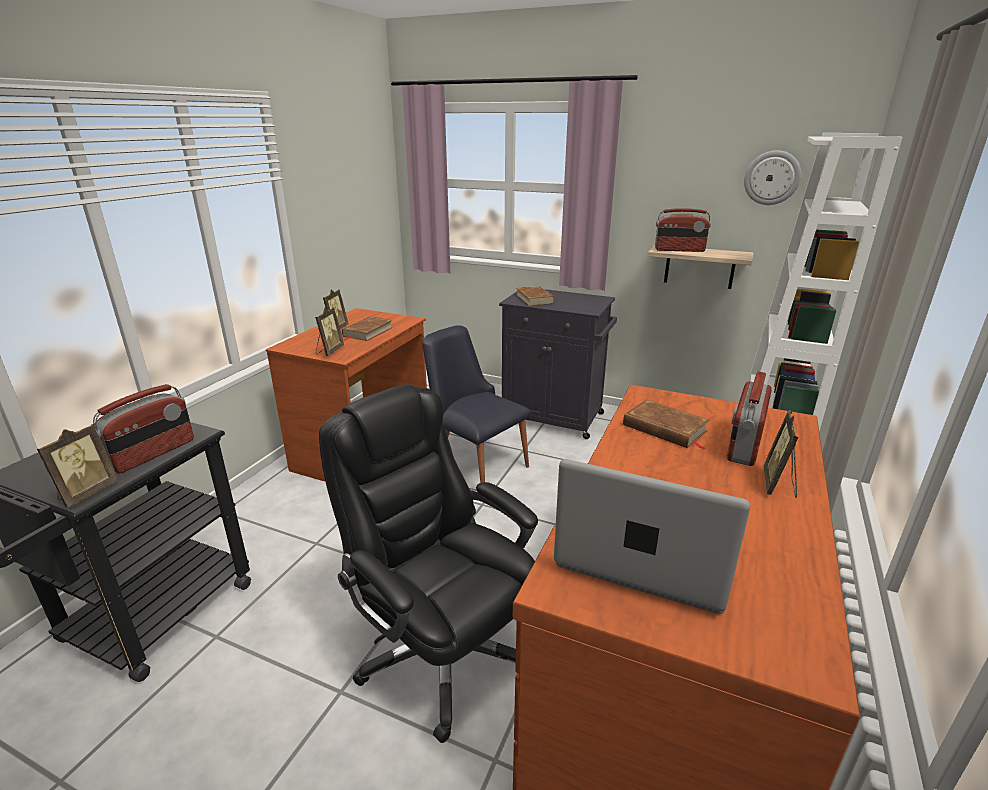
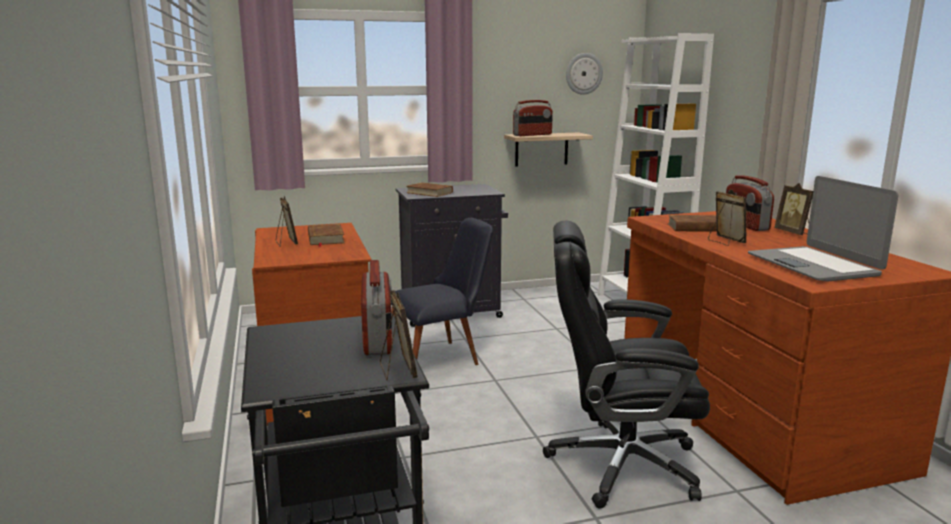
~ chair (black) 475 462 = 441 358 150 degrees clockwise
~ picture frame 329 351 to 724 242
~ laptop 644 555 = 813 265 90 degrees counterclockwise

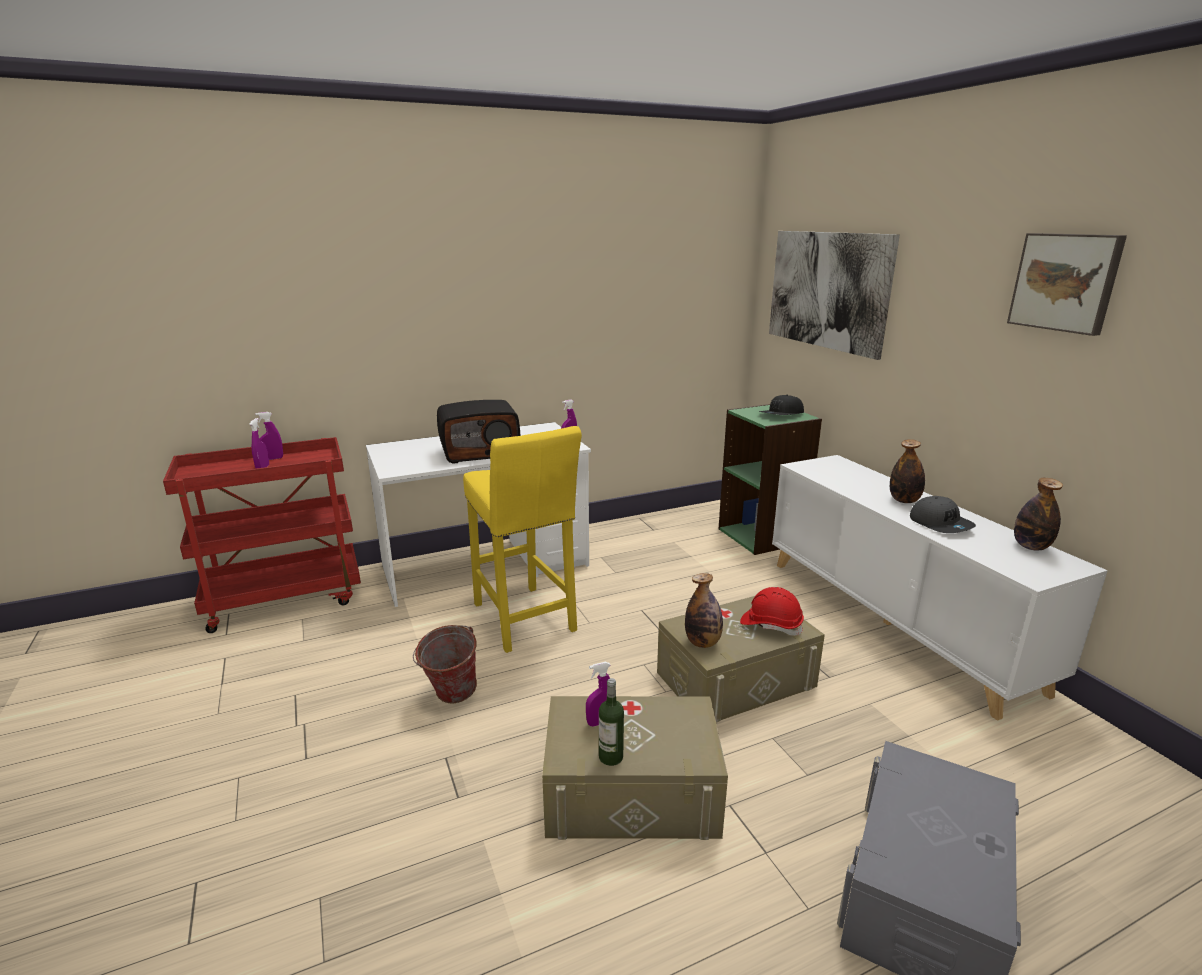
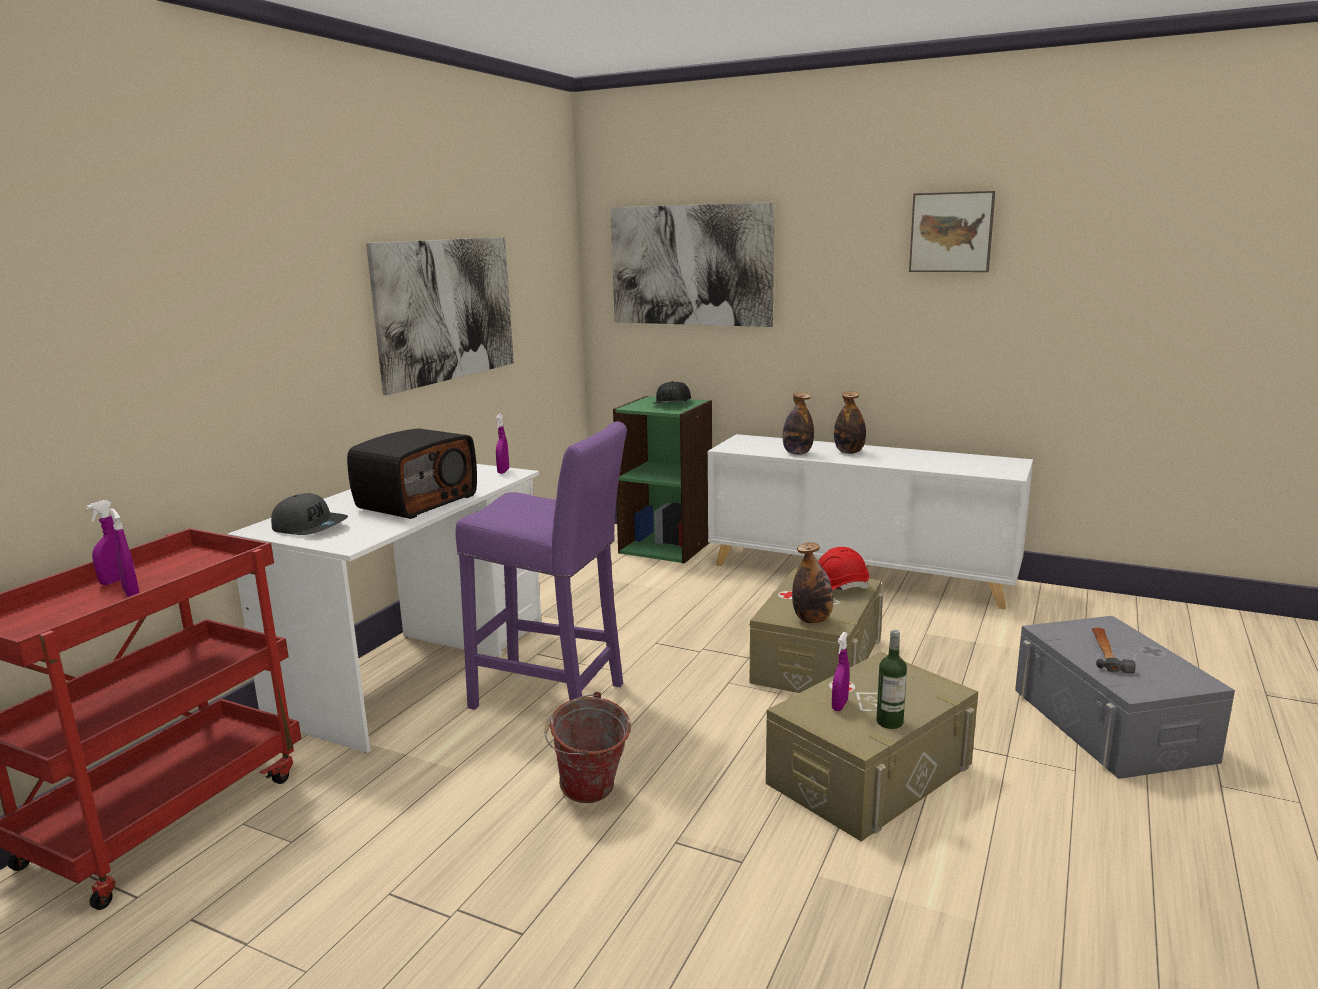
~ cap (grey) 940 524 to 310 527
+ picture 446 310
~ stool (yellow) 525 621 to stool (purple) 554 699
~ bottle 1031 546 to 797 453
+ hammer 1107 653

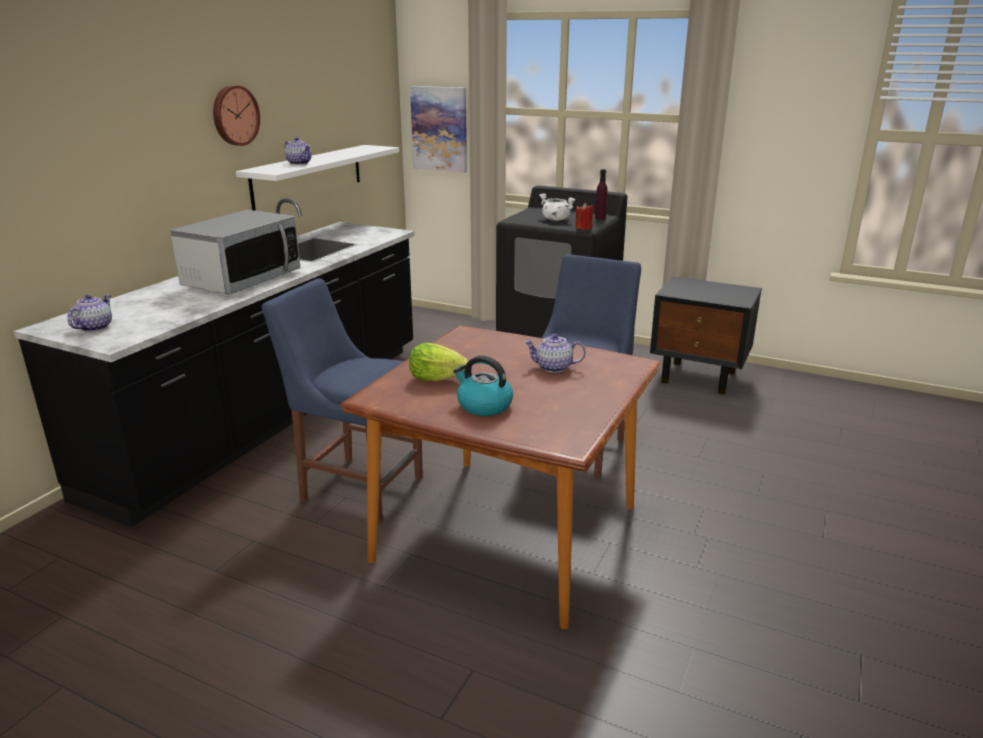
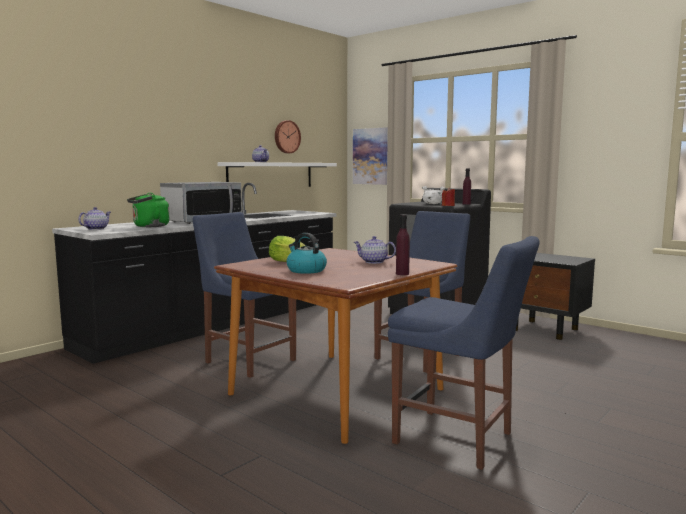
+ kettle (green) 149 226
~ wall clock 234 115 to 286 137
+ chair (blue) 458 439
+ bottle (purple) 402 274

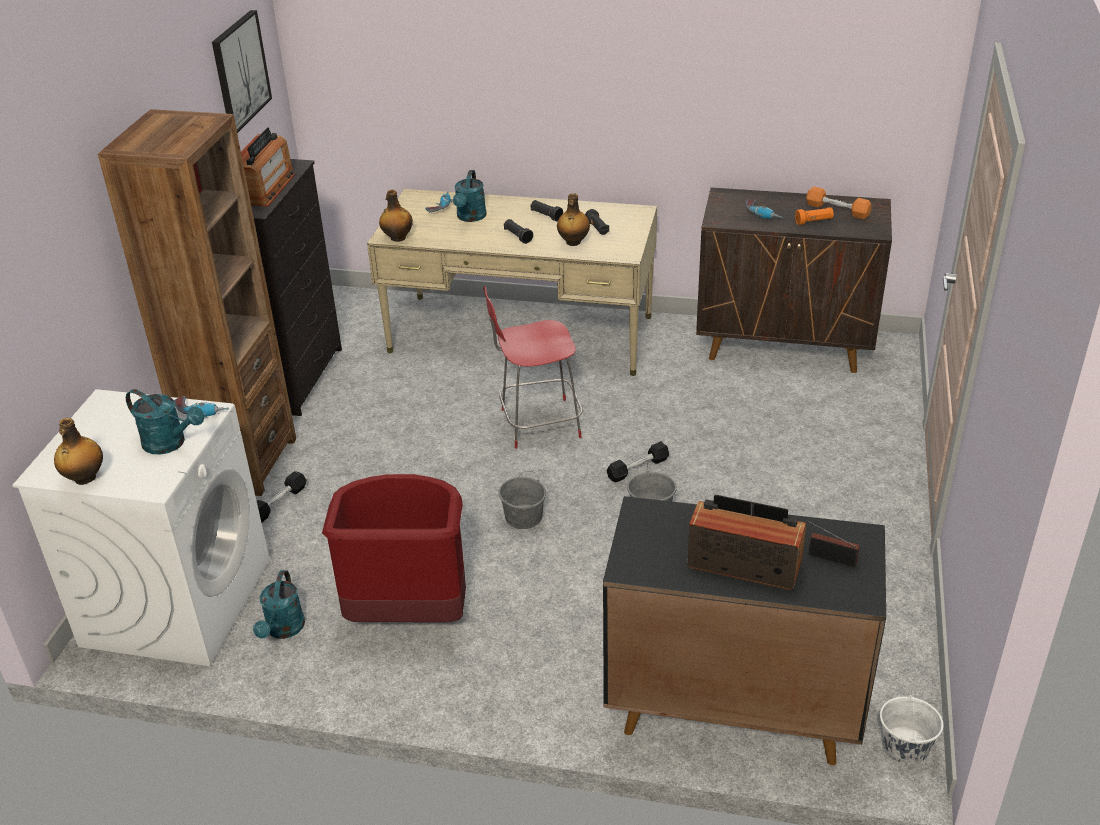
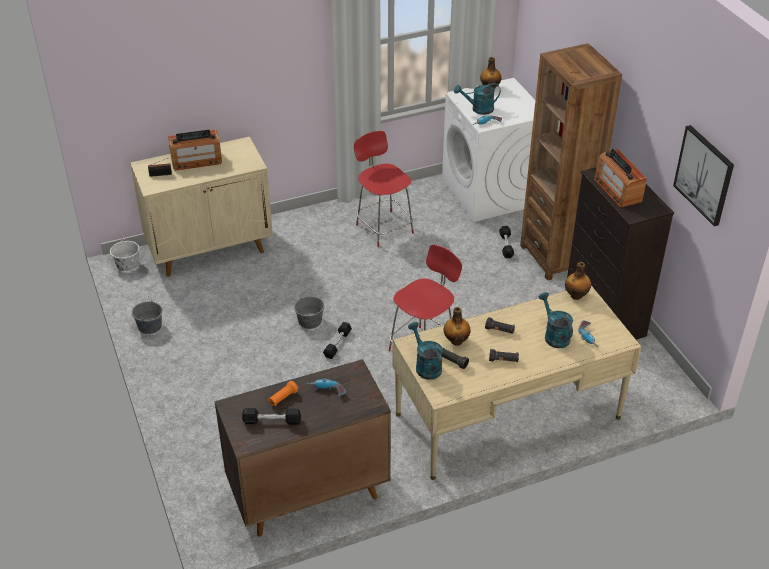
~ cabinet (black) 730 708 to cabinet (beige) 210 249
~ bucket (grey) 524 517 to 149 326
~ dumbbell (orange) 837 210 to dumbbell (black) 272 421
~ trash can (red) 408 614 to chair (red) 383 227
~ watering can (turquoise) 283 630 to 425 366

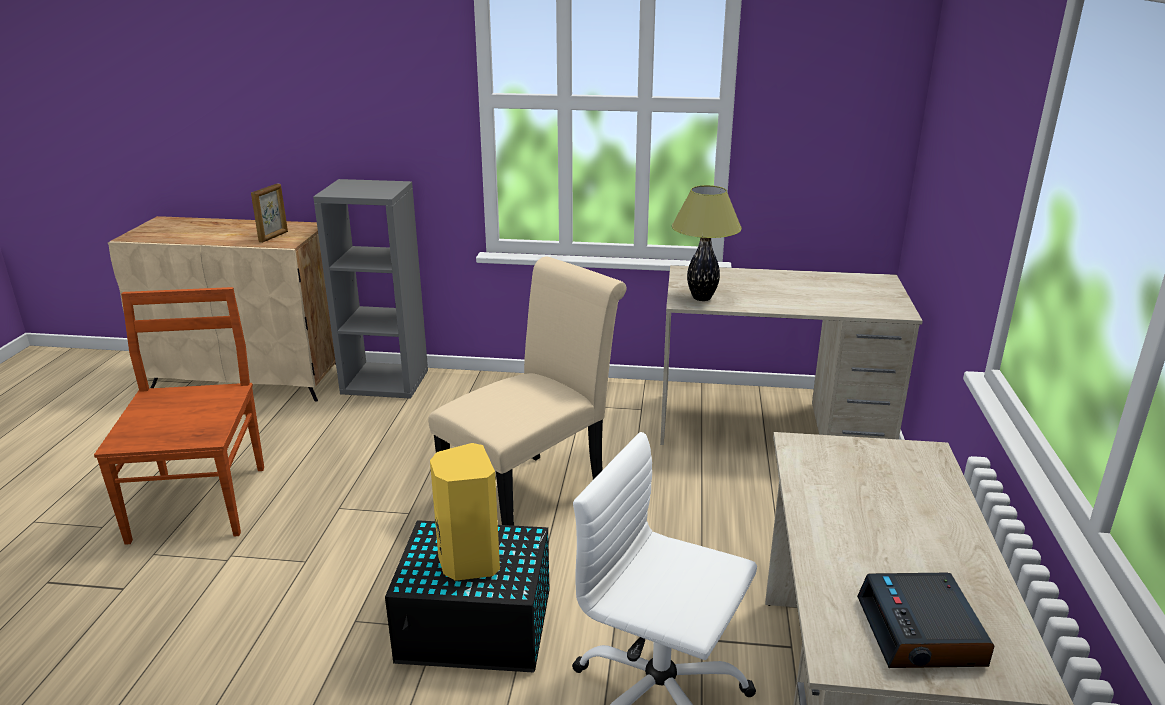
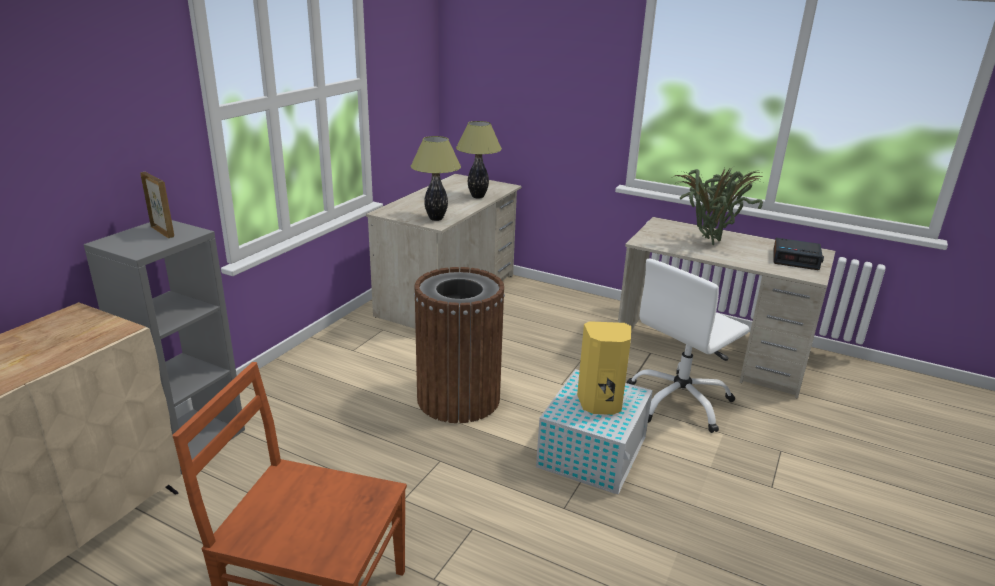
~ picture frame 274 237 to 162 231
~ chair (beige) 532 495 to trash can (brown) 458 398
+ table lamp 478 196
~ storage box (black) 477 626 to storage box (white) 593 451
+ potted plant 707 243

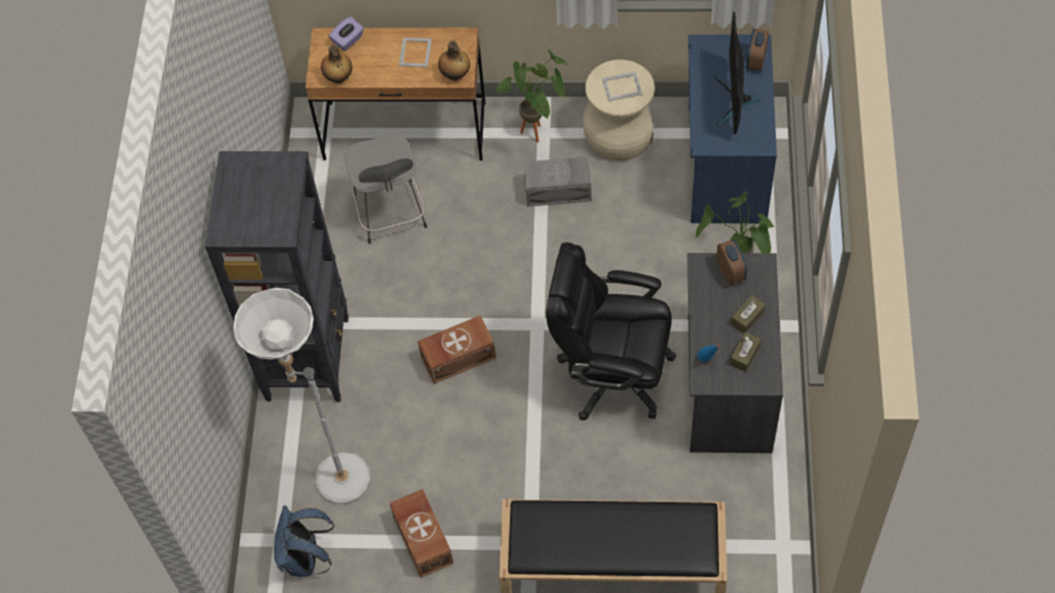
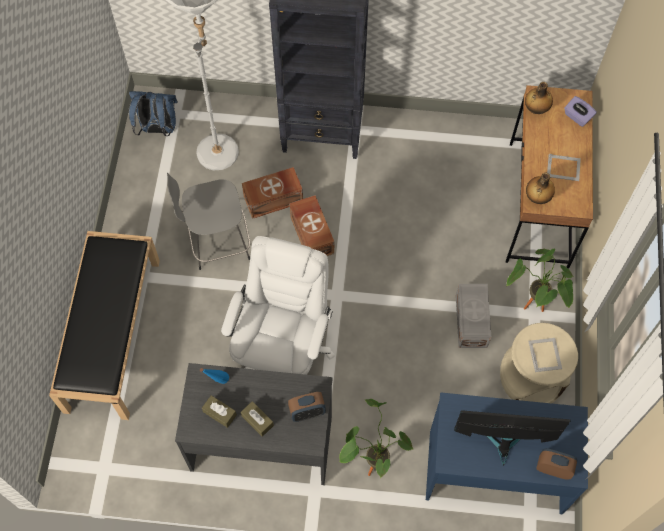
~ stool (grey) 391 214 to 217 242
~ office chair (black) 612 373 to office chair (white) 283 349
~ storage box (brown) 423 538 to 274 200

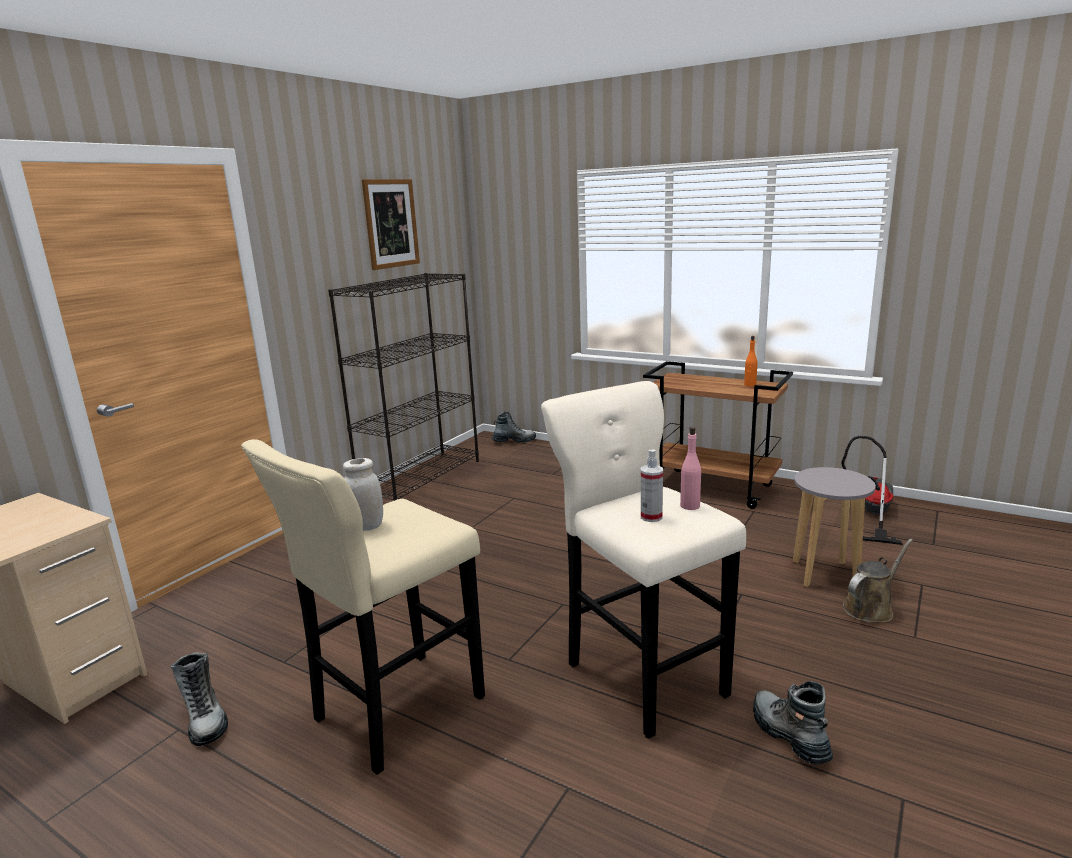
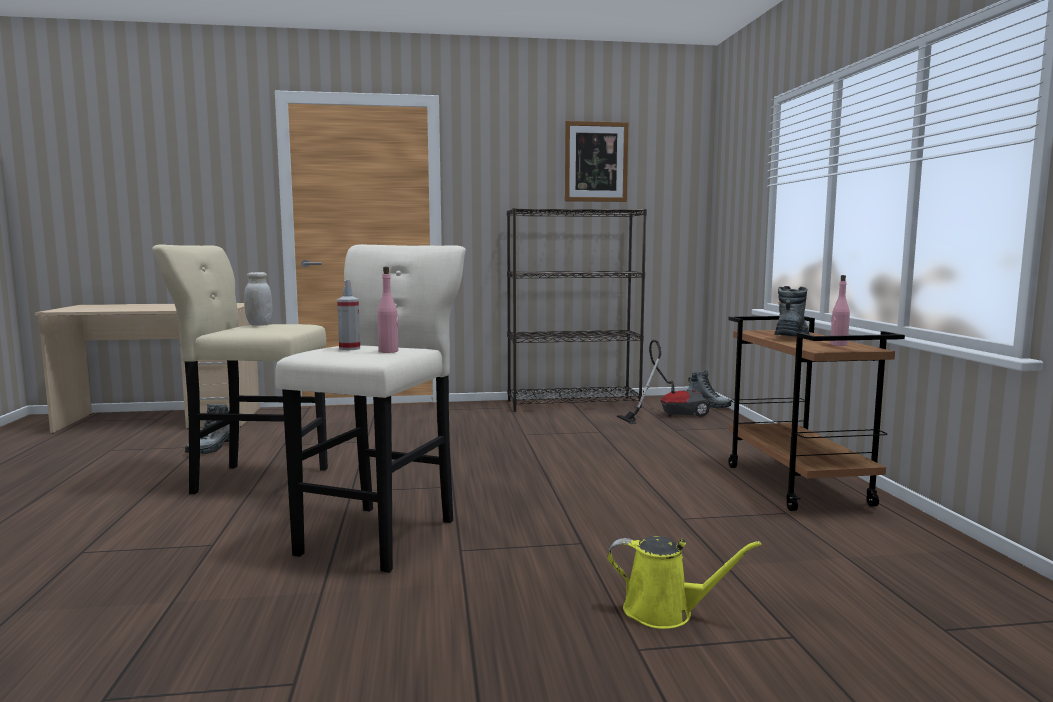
~ watering can (brown) 870 608 to watering can (yellow) 665 612
~ vacuum cleaner 870 514 to 669 415
~ boot 788 735 to 791 337
~ bottle (orange) 750 385 to bottle (pink) 838 344
- stool (grey) 824 574

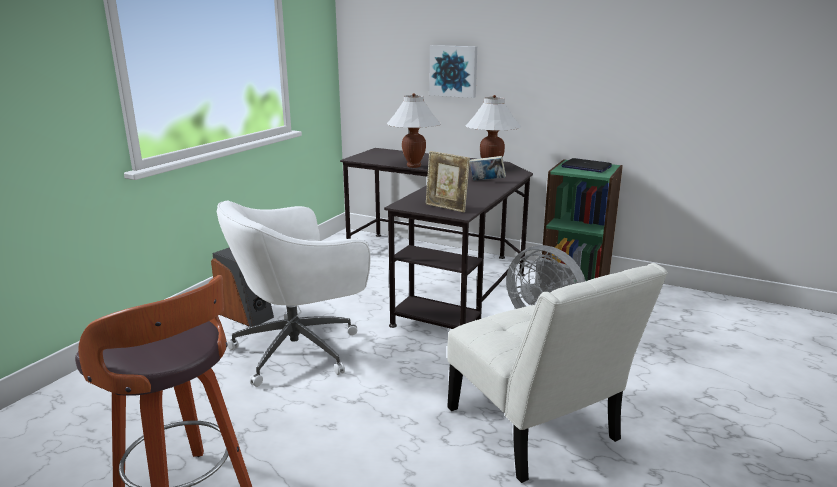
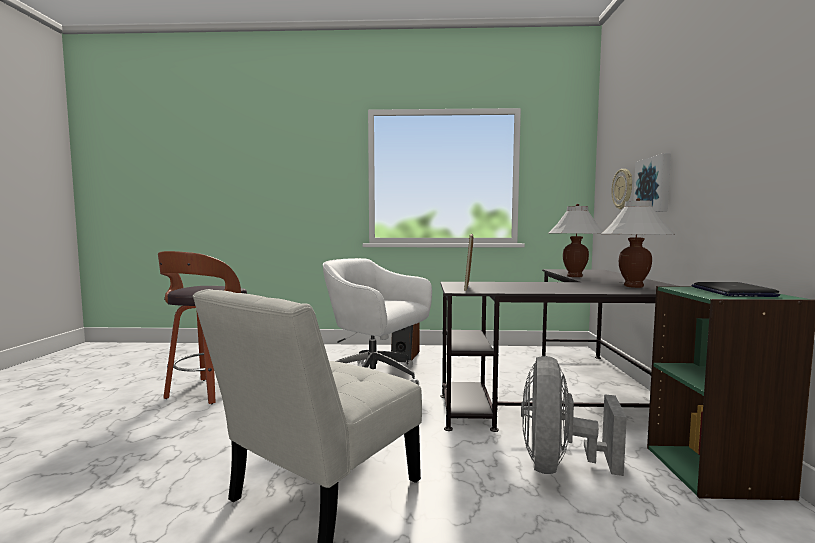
+ wall clock 623 189
- book 487 181

